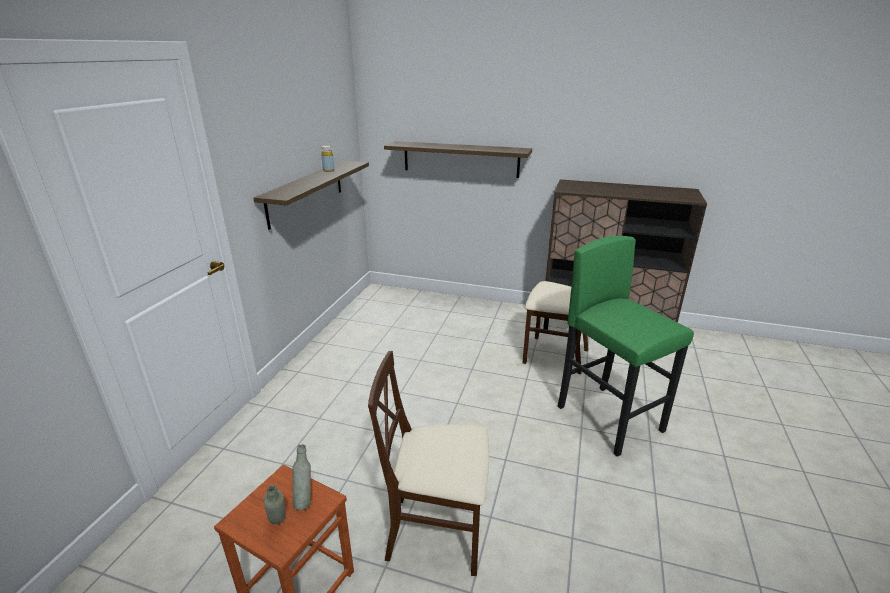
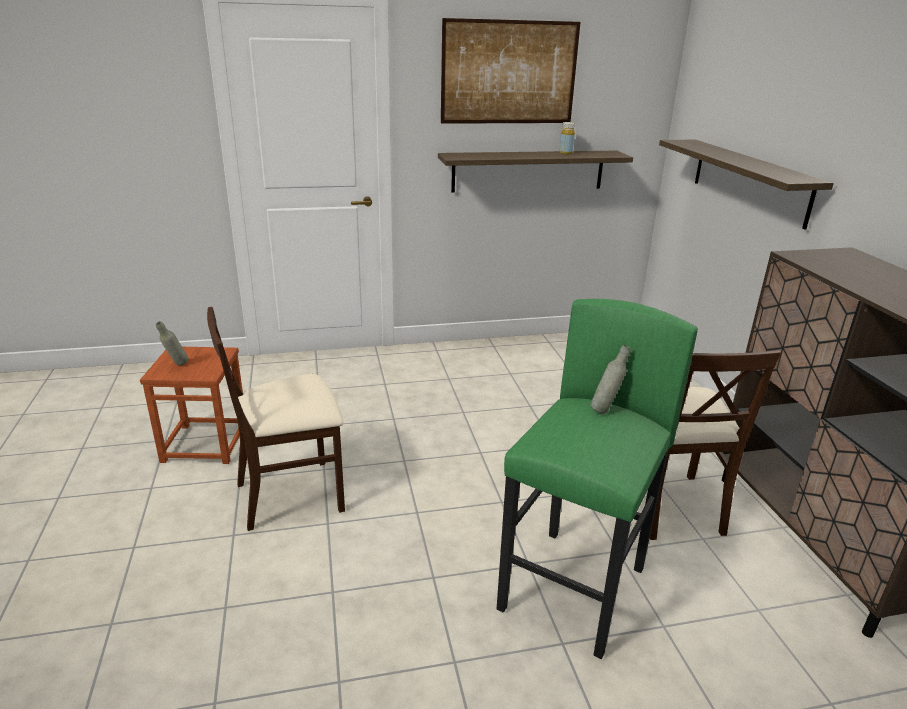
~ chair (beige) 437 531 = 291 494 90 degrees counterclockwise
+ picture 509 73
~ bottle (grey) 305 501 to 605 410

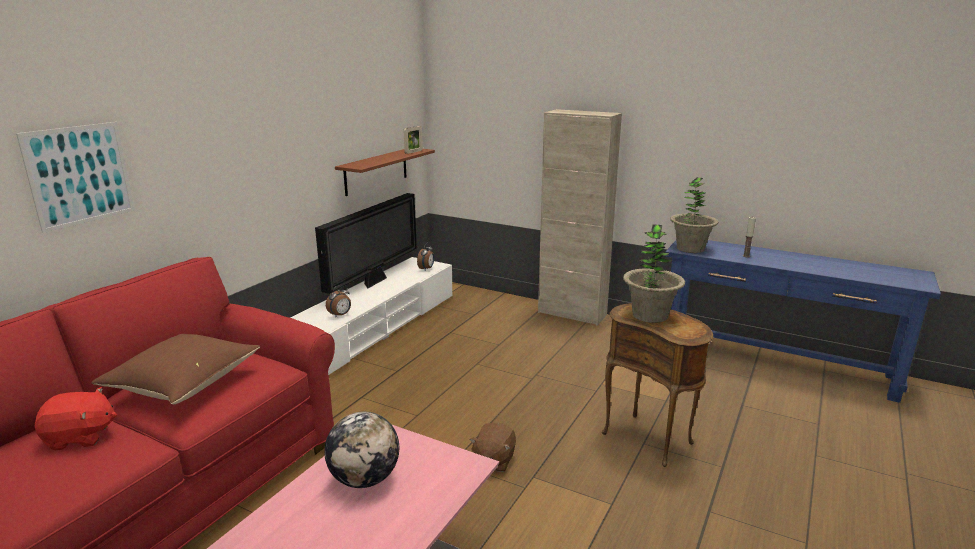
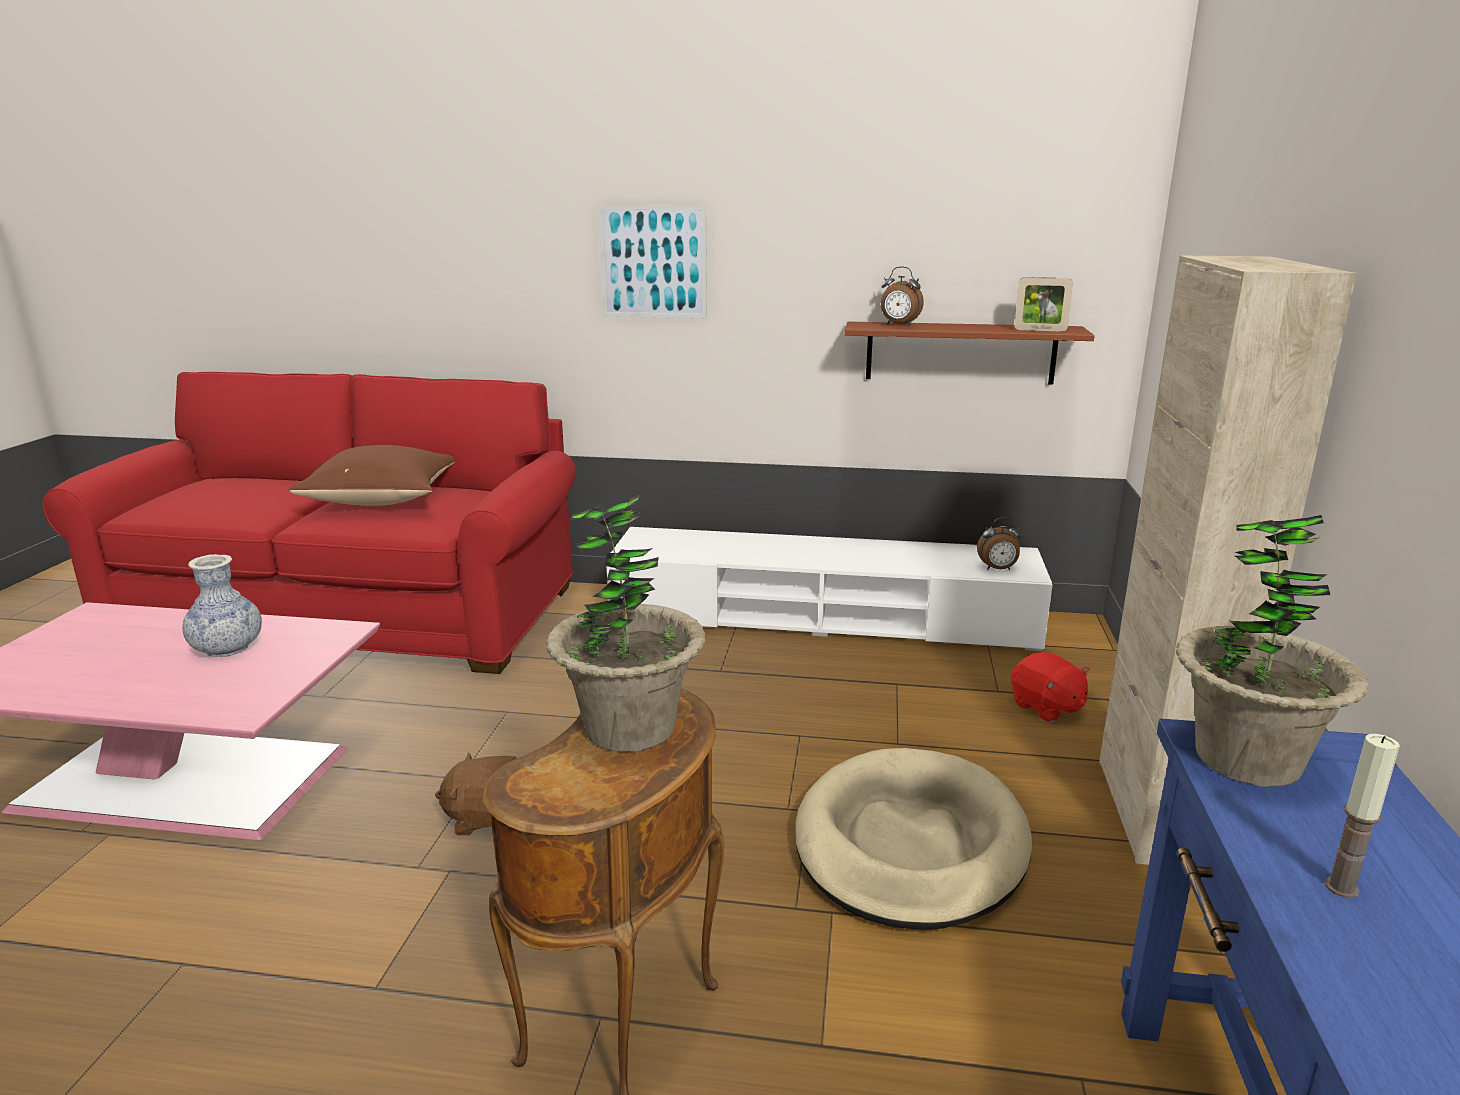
~ globe 365 479 to vase 227 649
~ picture 80 175 to 653 262
+ dog bed (beige) 910 844
~ alarm clock 340 315 to 898 325
~ plush toy (red) 80 437 to 1046 707
- television 375 281

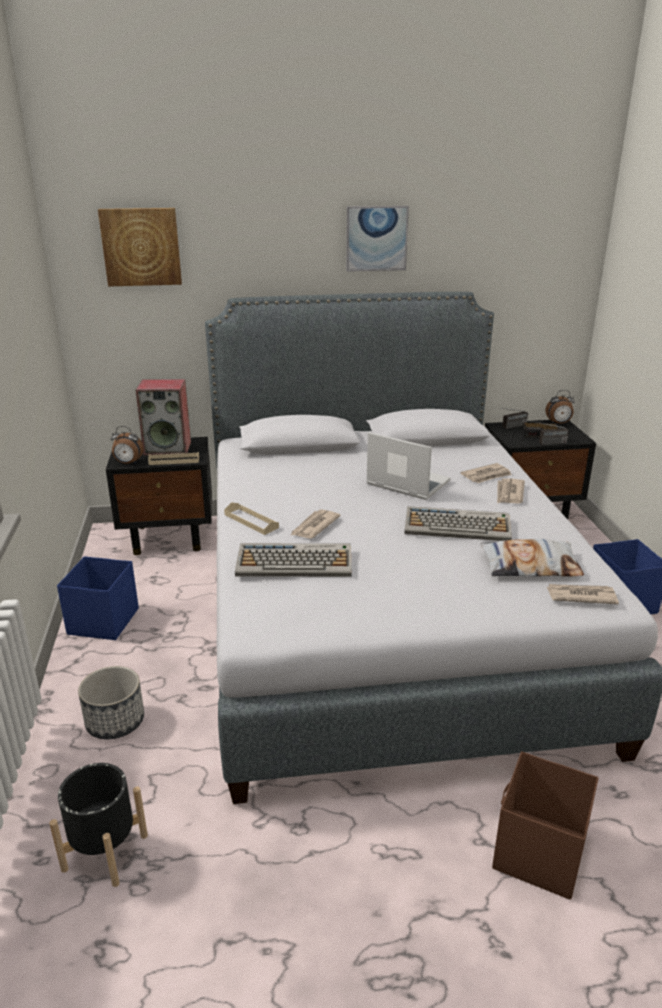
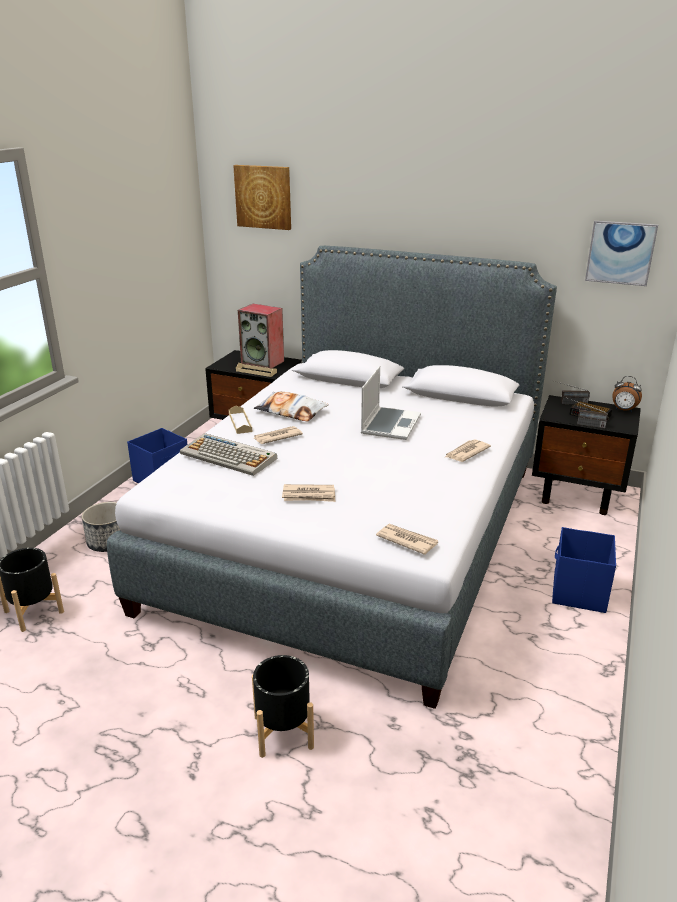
~ storage box (brown) 538 853 to planter (black) 284 732
~ pillow 530 565 to 291 411
~ newspaper 487 475 to 309 495
~ laptop 406 483 = 390 424 45 degrees clockwise
~ picture 376 238 to 620 253
- alarm clock 128 463
- keyboard 458 526

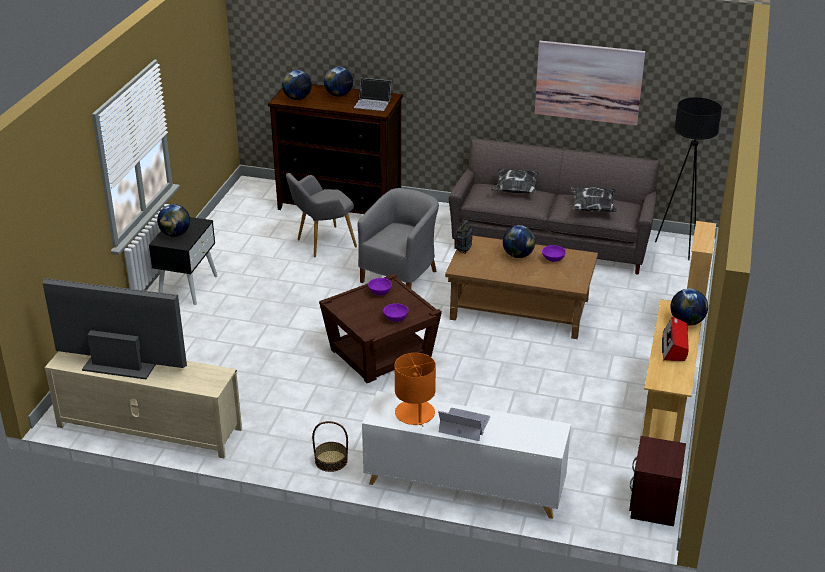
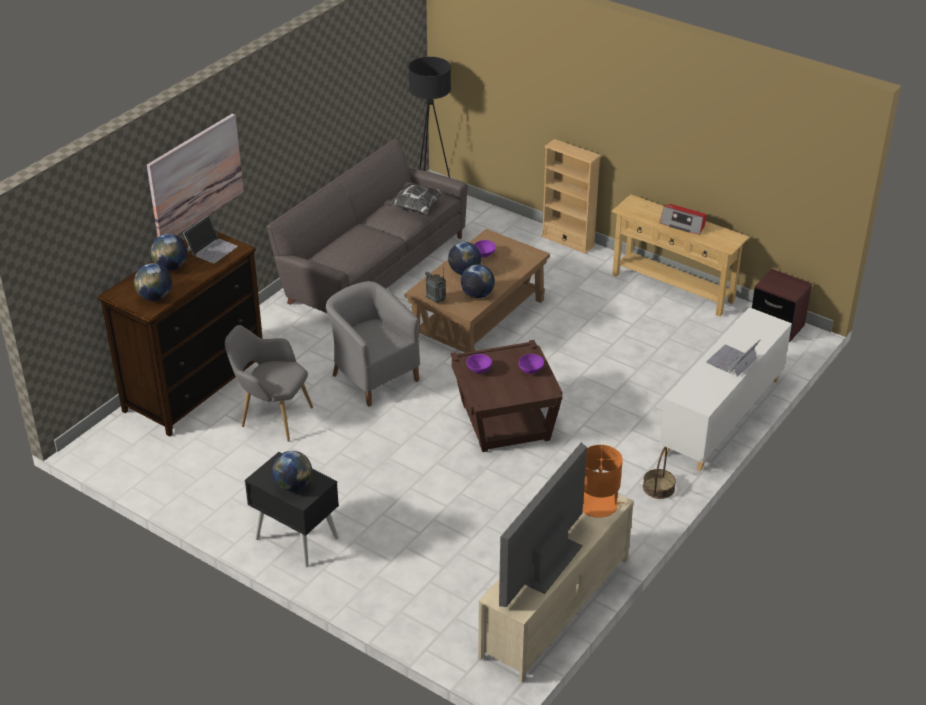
~ picture 588 82 to 195 178
~ armchair (grey) 322 243 = 272 417 120 degrees clockwise
~ globe 687 322 to 477 295
~ table lamp (orange) 415 413 to 598 504
- pillow 515 191

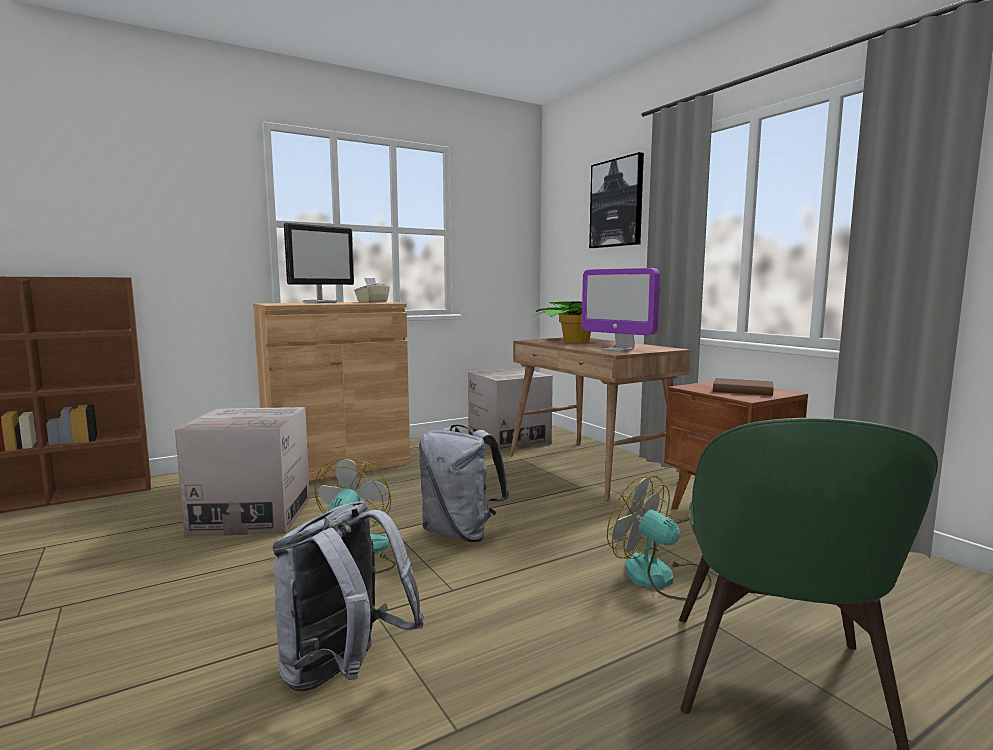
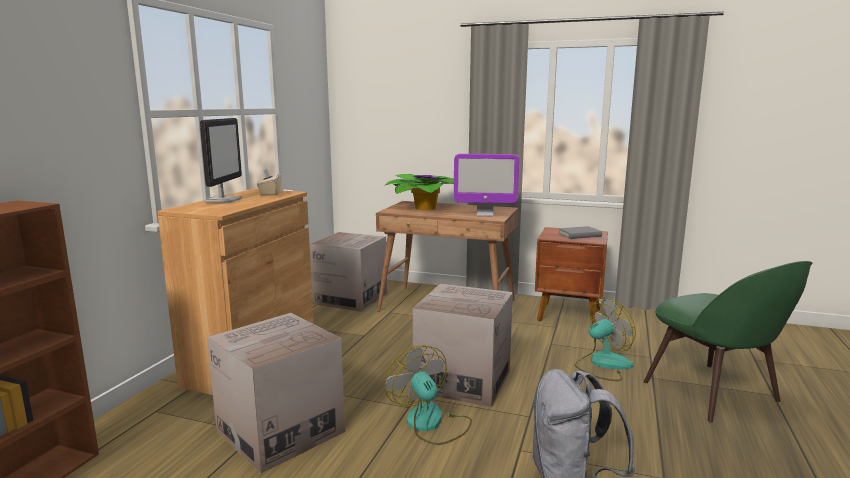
~ backpack (grey) 460 533 to cardboard box 463 380
~ book (brown) 742 391 to book (grey) 579 235
~ fan 660 578 = 603 364 150 degrees clockwise
- picture 617 203

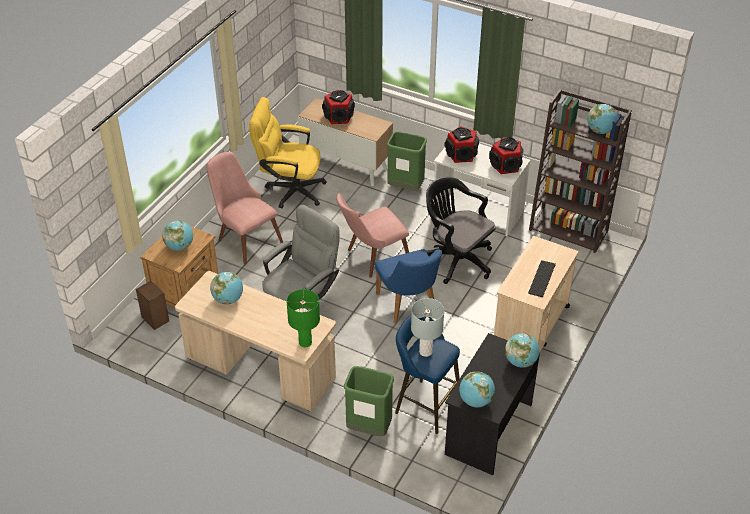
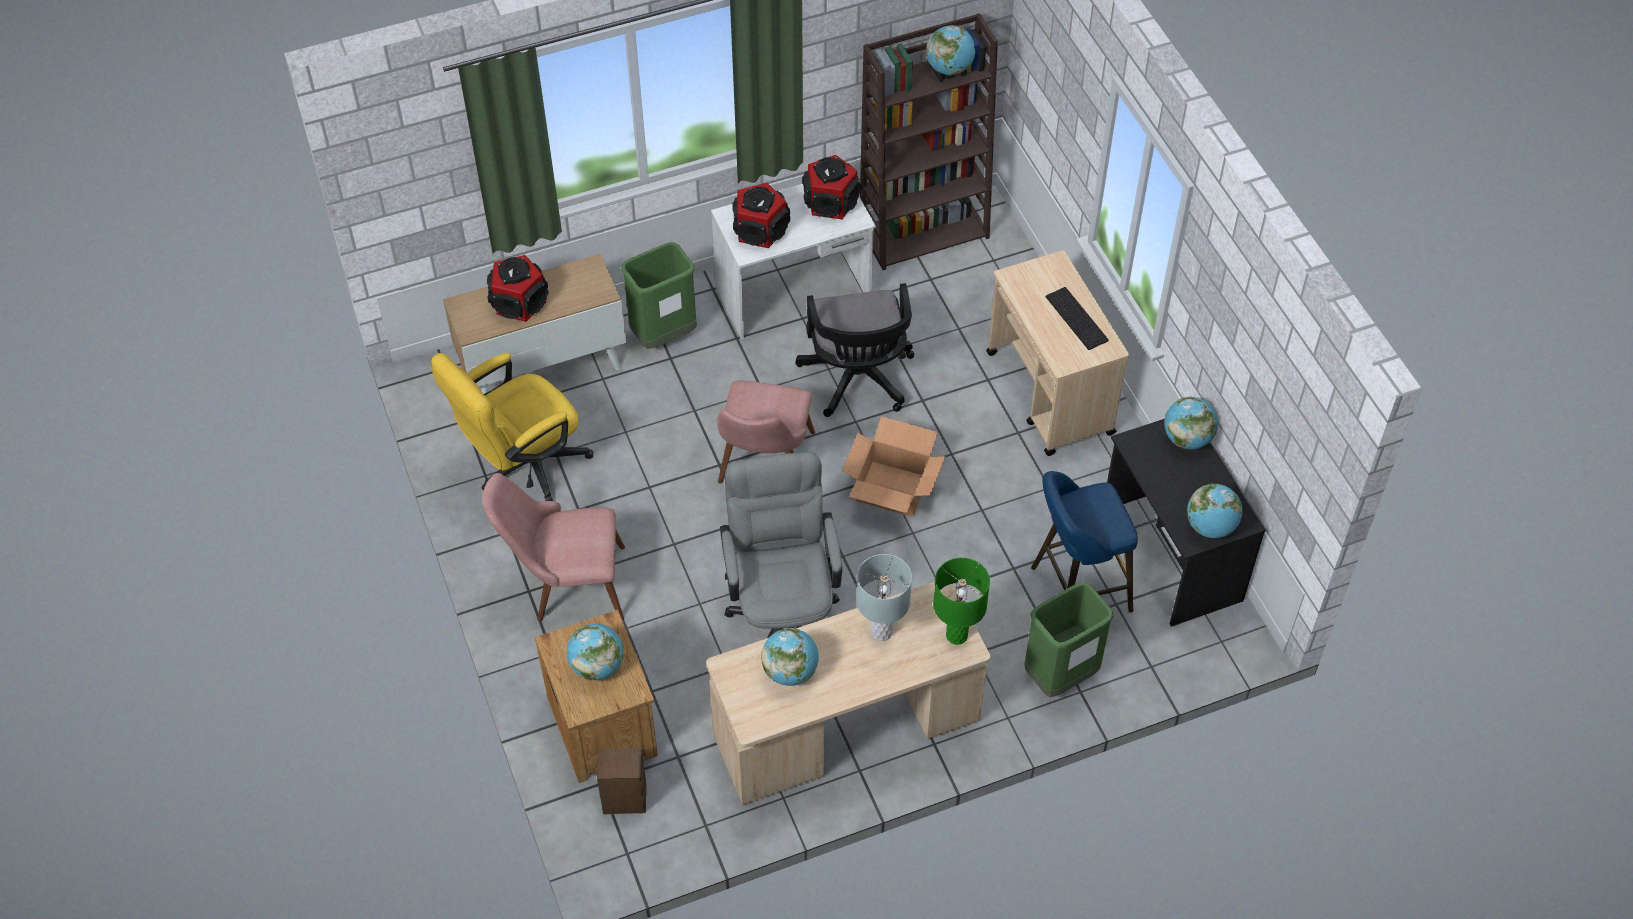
~ office chair (black) 456 259 = 858 381 90 degrees counterclockwise
~ chair (blue) 409 306 to cardboard box 892 489
~ table lamp (grey) 425 352 to 881 632

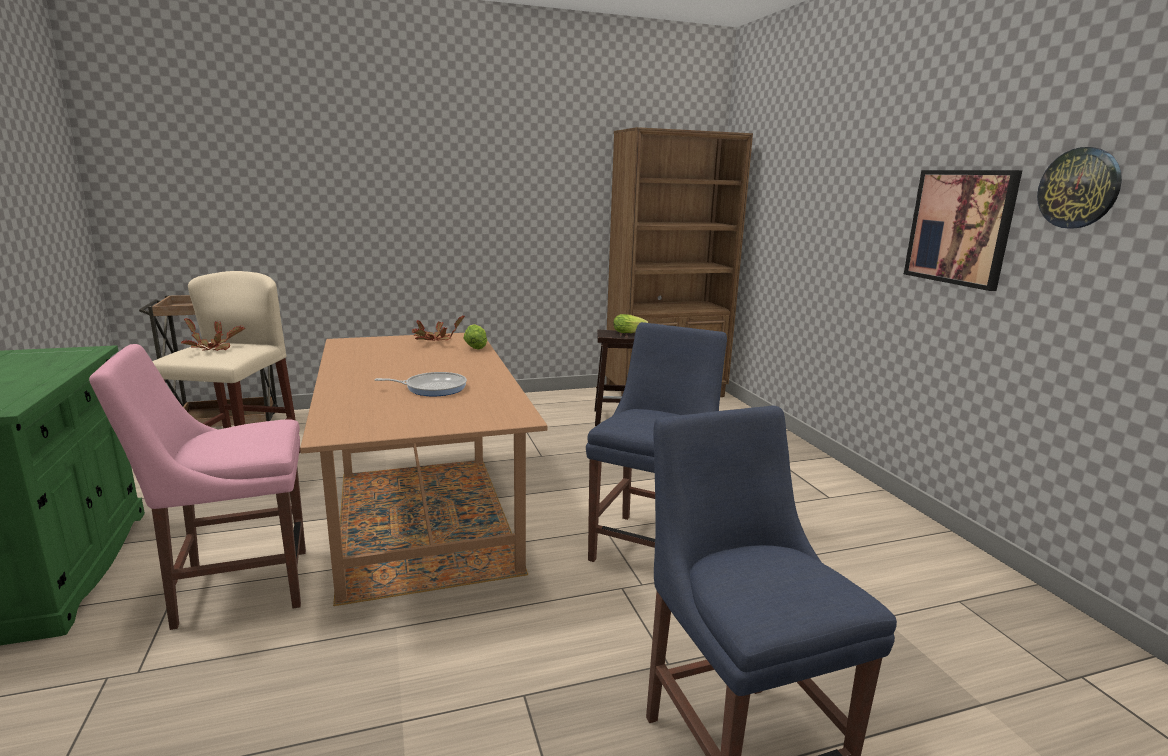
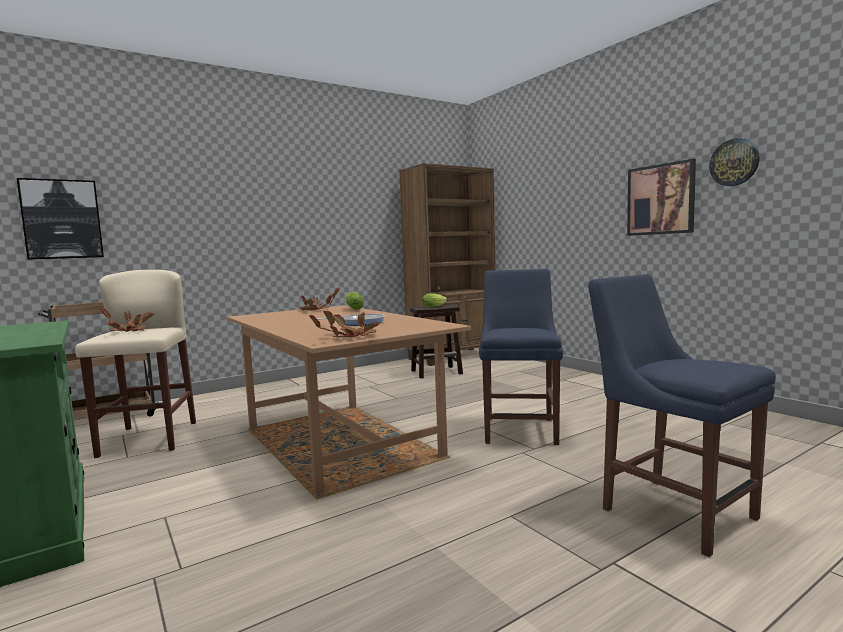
+ picture 62 219
+ potted plant 350 337
- chair (pink) 235 587

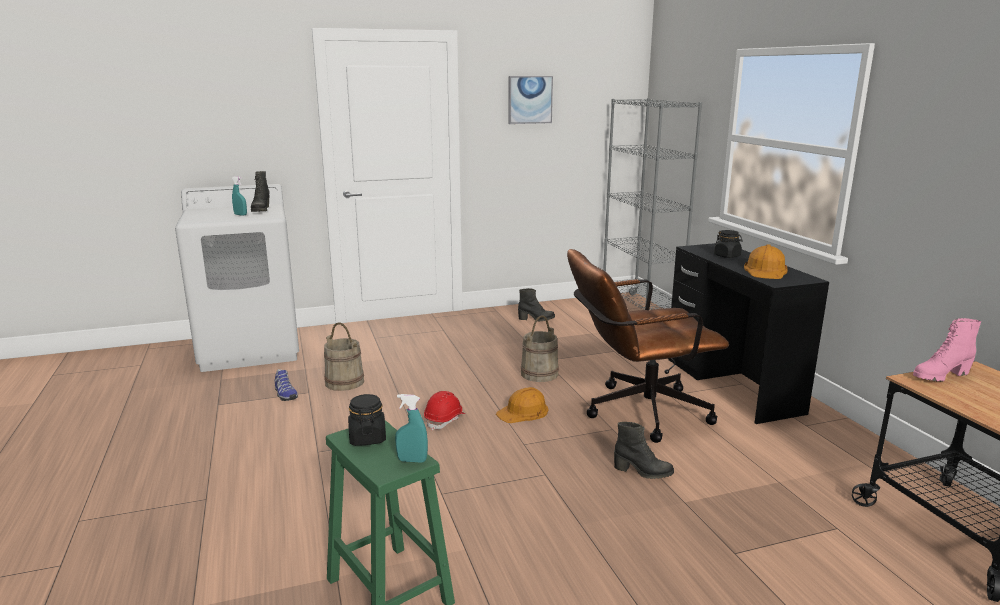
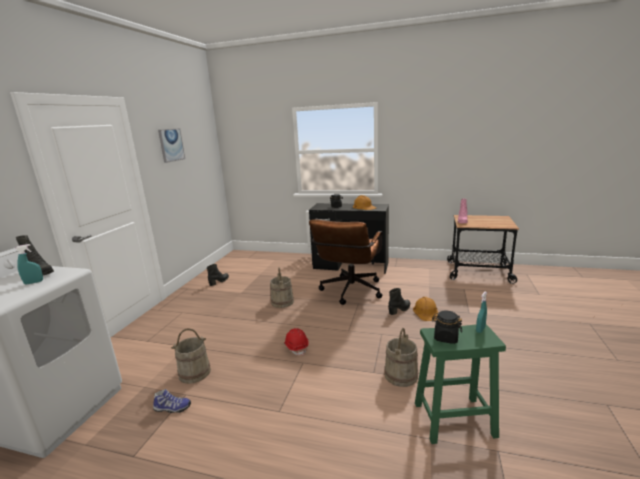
+ bucket (beige) 400 375
~ hard hat (orange) 523 411 to 426 312
- bookcase (grey) 640 309

